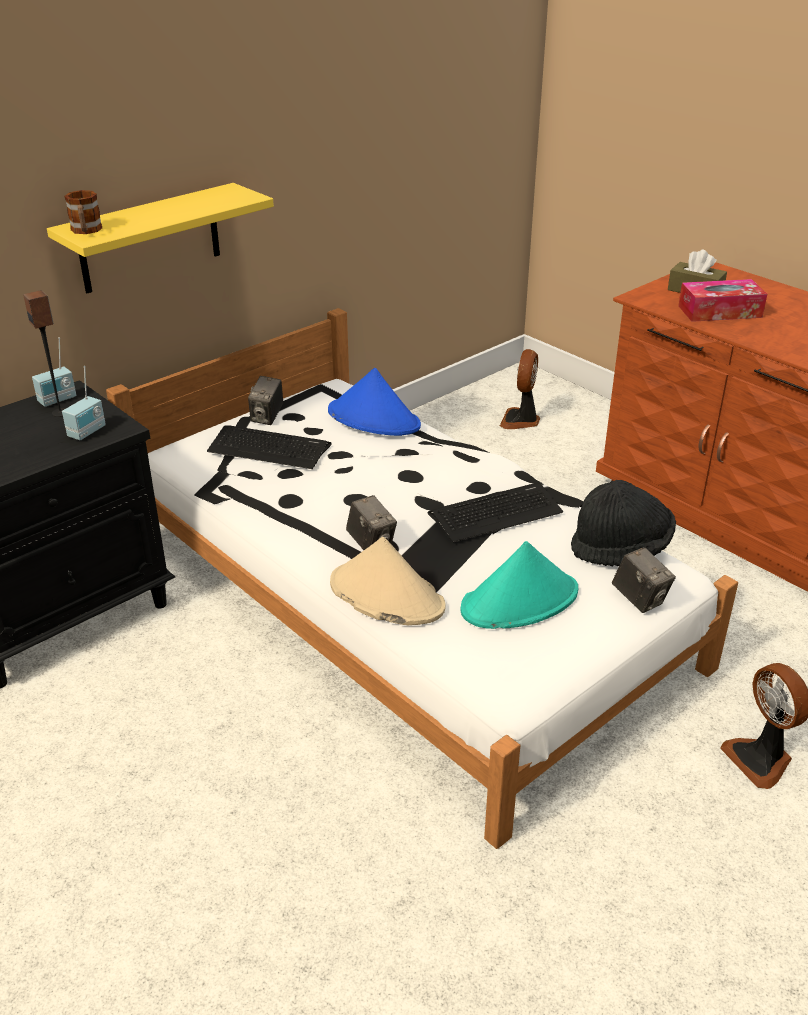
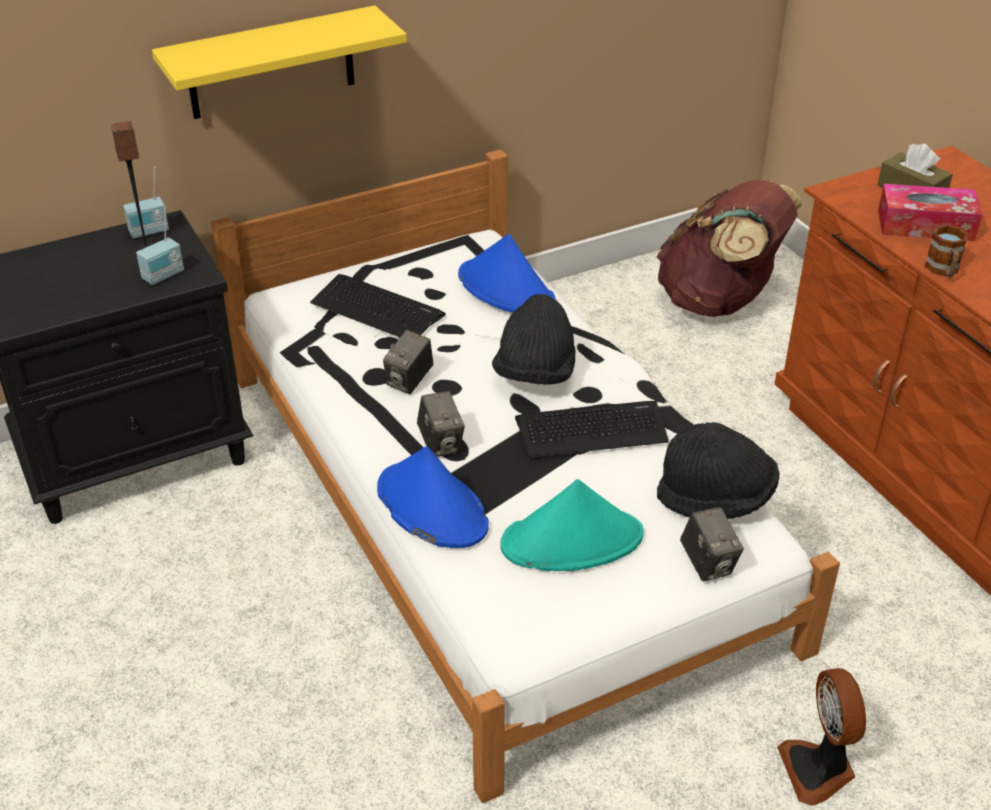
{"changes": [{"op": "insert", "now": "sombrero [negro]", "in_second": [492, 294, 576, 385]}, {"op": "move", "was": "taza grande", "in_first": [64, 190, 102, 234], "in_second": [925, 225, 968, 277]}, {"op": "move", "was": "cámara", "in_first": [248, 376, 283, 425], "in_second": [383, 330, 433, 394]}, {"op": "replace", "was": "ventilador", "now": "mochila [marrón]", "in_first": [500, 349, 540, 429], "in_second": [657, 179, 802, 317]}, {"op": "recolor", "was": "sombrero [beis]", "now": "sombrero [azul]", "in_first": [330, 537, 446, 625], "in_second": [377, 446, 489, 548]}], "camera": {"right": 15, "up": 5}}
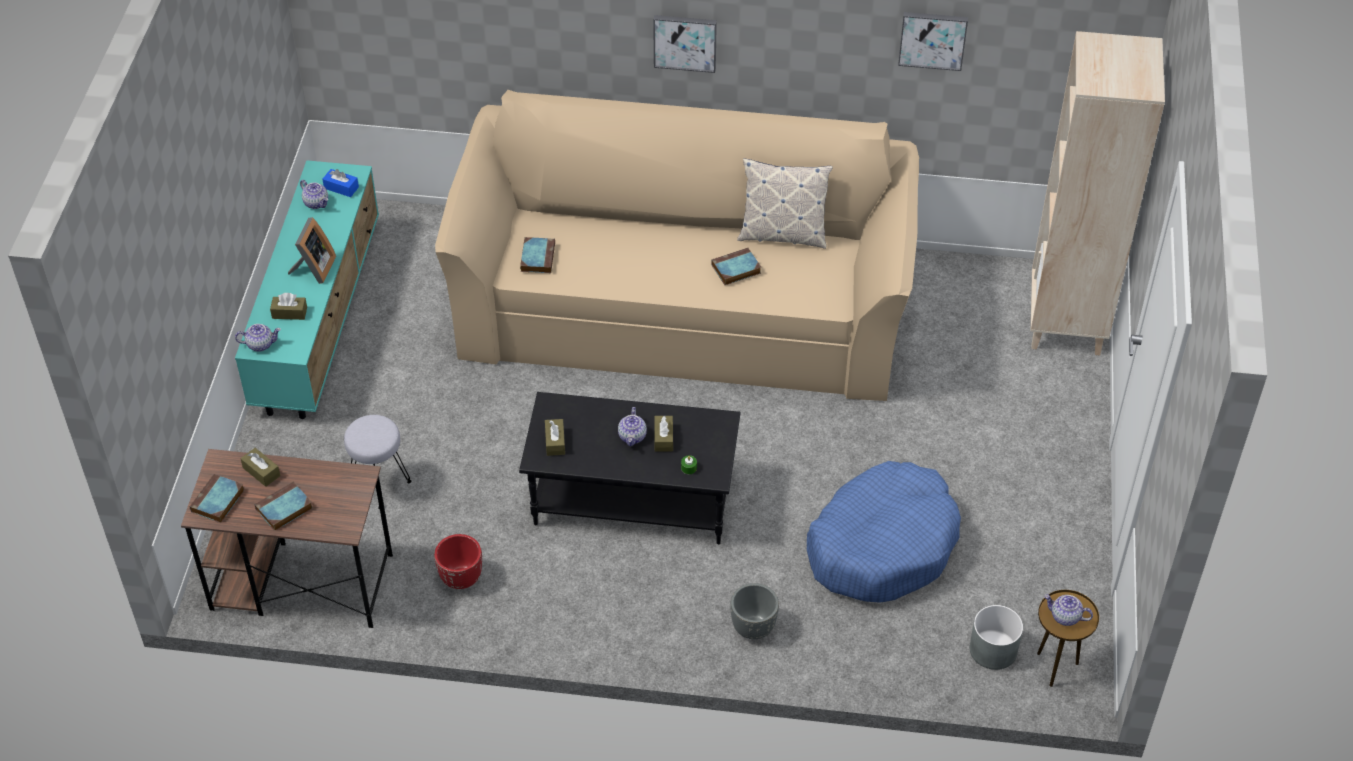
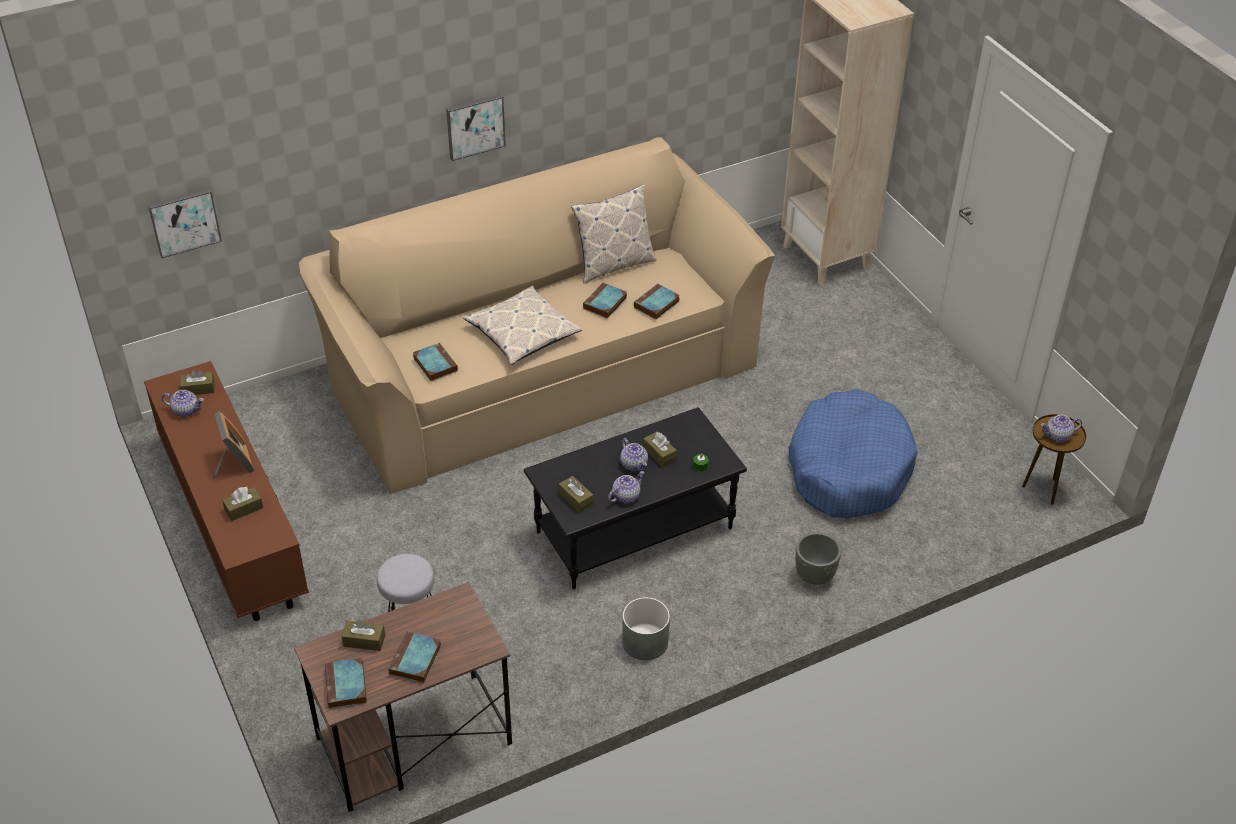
{"changes": [{"op": "delete", "was": "maceta [rojo]", "in_first": [434, 534, 482, 589]}, {"op": "insert", "now": "cojín", "in_second": [463, 286, 582, 365]}, {"op": "insert", "now": "libro", "in_second": [634, 284, 679, 320]}, {"op": "move", "was": "tetera", "in_first": [235, 324, 281, 352], "in_second": [608, 471, 645, 503]}, {"op": "move", "was": "cuadro", "in_first": [898, 12, 968, 71], "in_second": [148, 188, 222, 258]}, {"op": "move", "was": "maceta [gris]", "in_first": [970, 605, 1023, 670], "in_second": [622, 597, 670, 660]}, {"op": "recolor", "was": "mueble de televisión [turquesa]", "now": "mueble de televisión [marrón]", "in_first": [235, 160, 379, 419], "in_second": [144, 361, 309, 621]}, {"op": "recolor", "was": "caja de pañuelos [azul]", "now": "caja de pañuelos [marrón]", "in_first": [322, 169, 359, 197], "in_second": [180, 370, 215, 395]}], "camera": {"right": -35, "up": -5}}
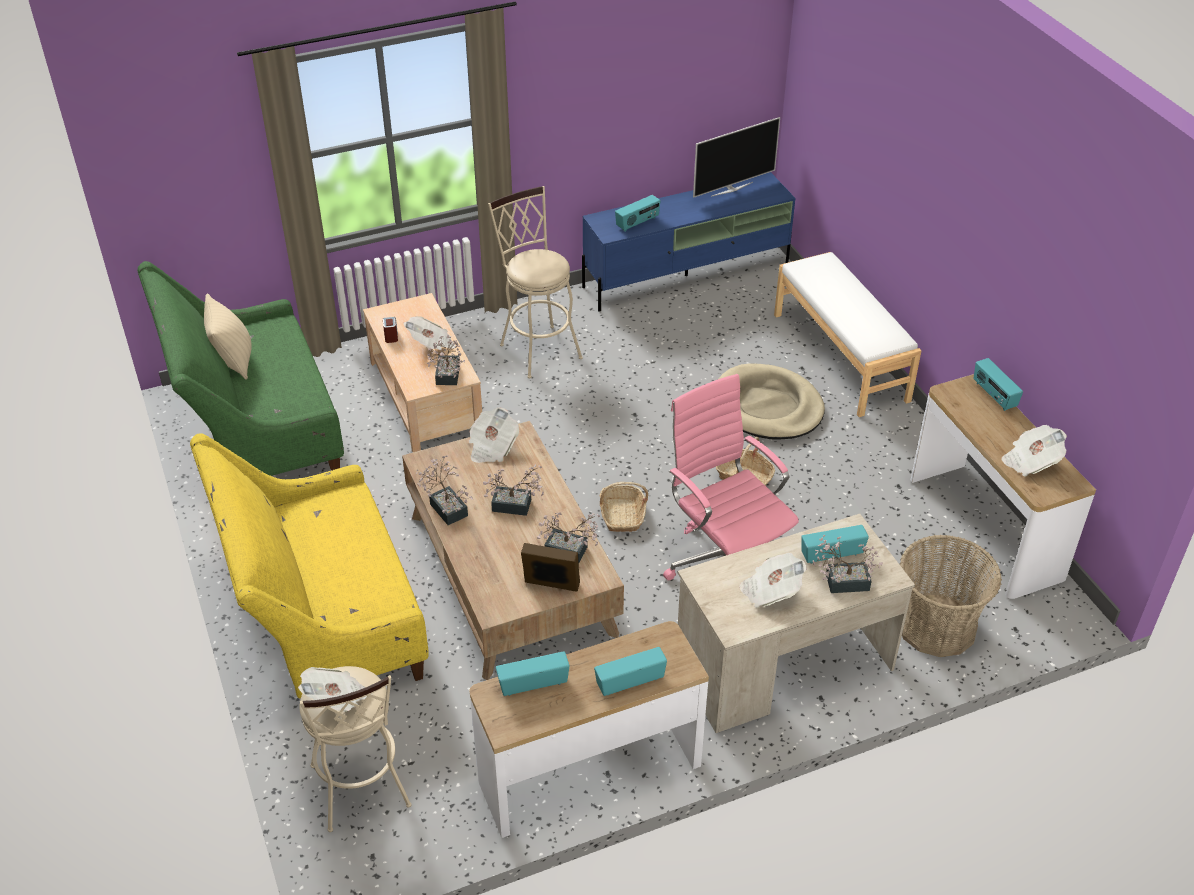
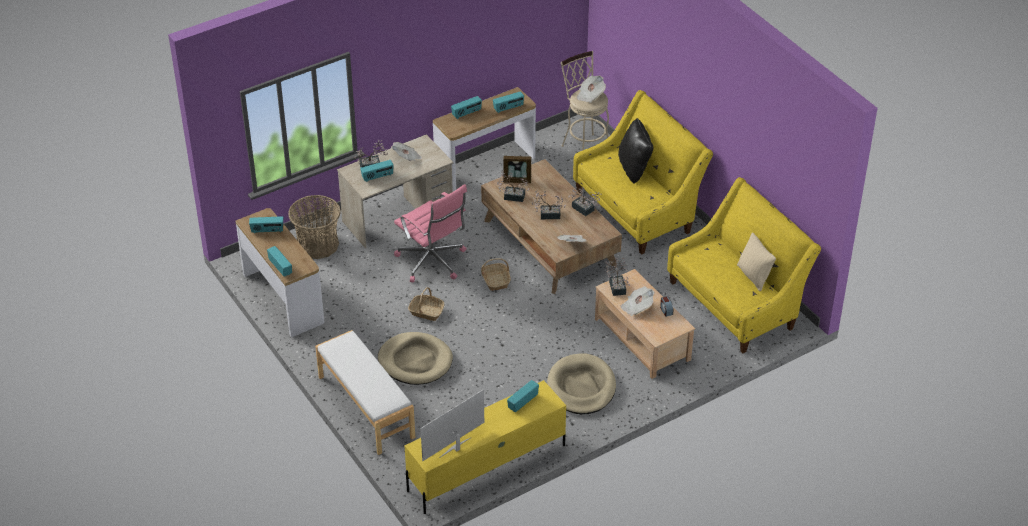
{"changes": [{"op": "insert", "now": "cojín [negro]", "in_second": [618, 118, 653, 184]}, {"op": "replace", "was": "taburete [beis]", "now": "cama para perro [beis]", "in_first": [488, 186, 583, 378], "in_second": [547, 354, 616, 414]}, {"op": "replace", "was": "periódico", "now": "radio", "in_first": [1002, 425, 1067, 477], "in_second": [249, 216, 283, 233]}, {"op": "recolor", "was": "sofá [verde]", "now": "sofá [amarillo]", "in_first": [137, 261, 344, 476], "in_second": [667, 177, 821, 353]}, {"op": "recolor", "was": "mueble de televisión [azul]", "now": "mueble de televisión [amarillo]", "in_first": [582, 172, 795, 312], "in_second": [404, 380, 566, 514]}], "camera": {"right": 170, "up": 0}}
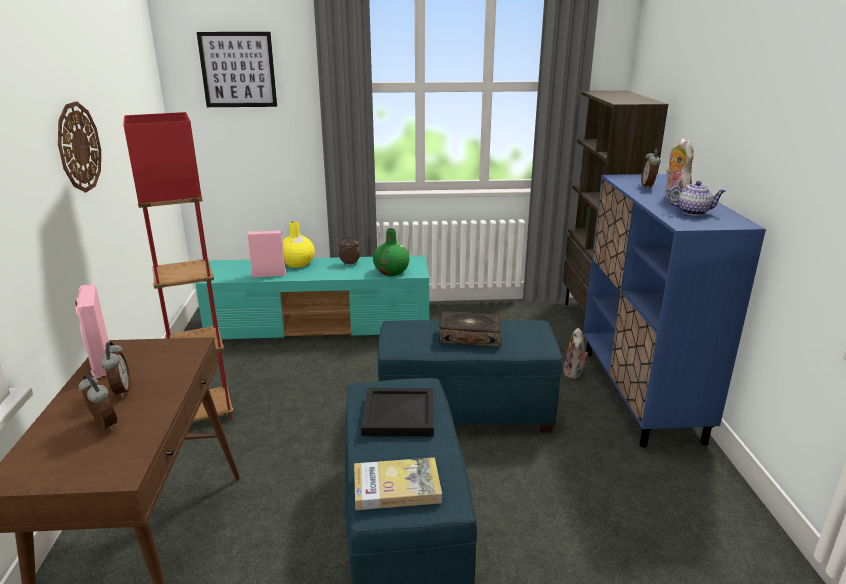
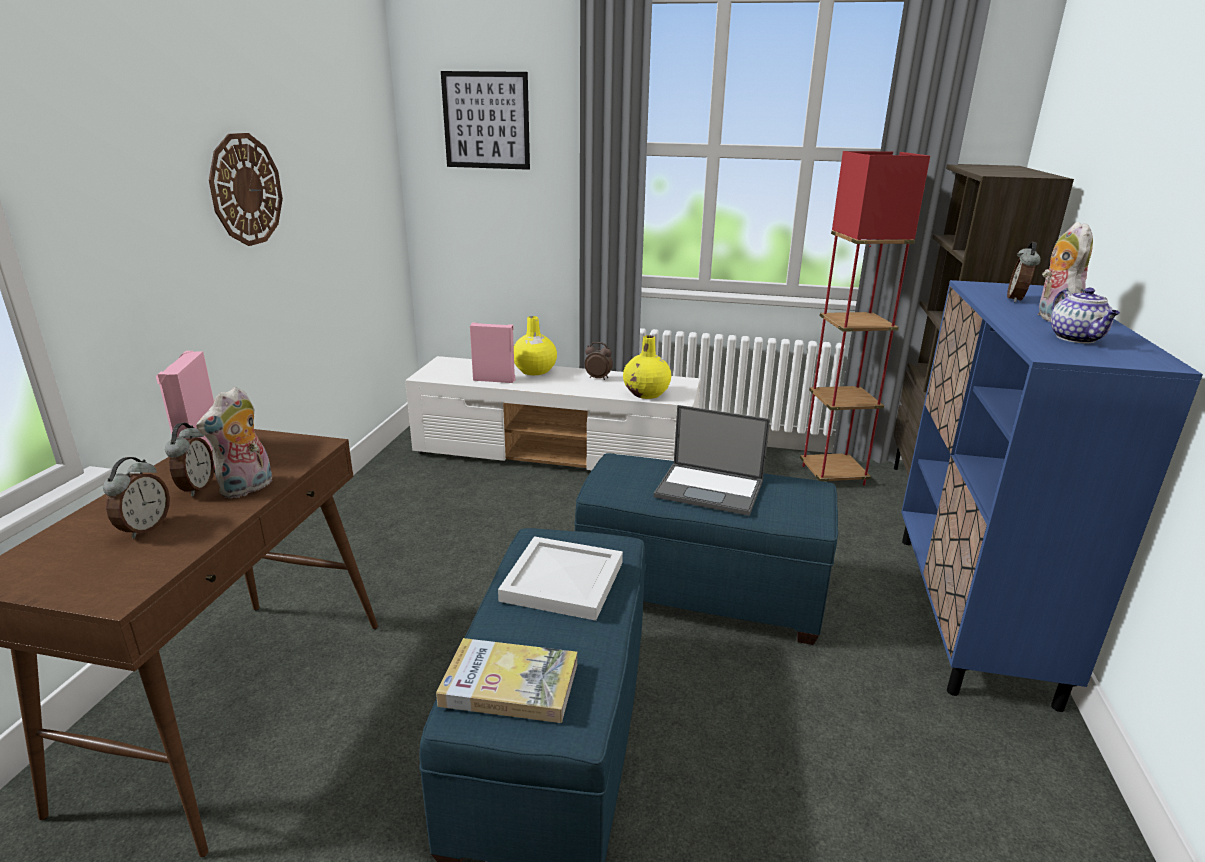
{"changes": [{"op": "move", "was": "lámpara de pie [rojo]", "in_first": [123, 112, 234, 422], "in_second": [800, 151, 930, 486]}, {"op": "move", "was": "peluche", "in_first": [563, 328, 588, 379], "in_second": [196, 387, 272, 499]}, {"op": "replace", "was": "libro", "now": "portátil", "in_first": [439, 311, 501, 347], "in_second": [654, 405, 770, 516]}, {"op": "recolor", "was": "mueble de televisión [turquesa]", "now": "mueble de televisión [blanco]", "in_first": [196, 256, 429, 339], "in_second": [405, 356, 700, 470]}, {"op": "recolor", "was": "bandeja [negro]", "now": "bandeja [blanco]", "in_first": [361, 388, 434, 437], "in_second": [498, 536, 623, 621]}, {"op": "recolor", "was": "florero [verde]", "now": "florero [amarillo]", "in_first": [373, 228, 410, 276], "in_second": [623, 335, 671, 399]}, {"op": "rotate", "was": "despertador", "in_first": [78, 374, 117, 430], "in_second": [103, 457, 170, 539], "clockwise": 45}, {"op": "rotate", "was": "tetera", "in_first": [667, 181, 725, 215], "in_second": [1051, 288, 1120, 343], "clockwise": 60}], "camera": {"right": 15, "up": 0}}
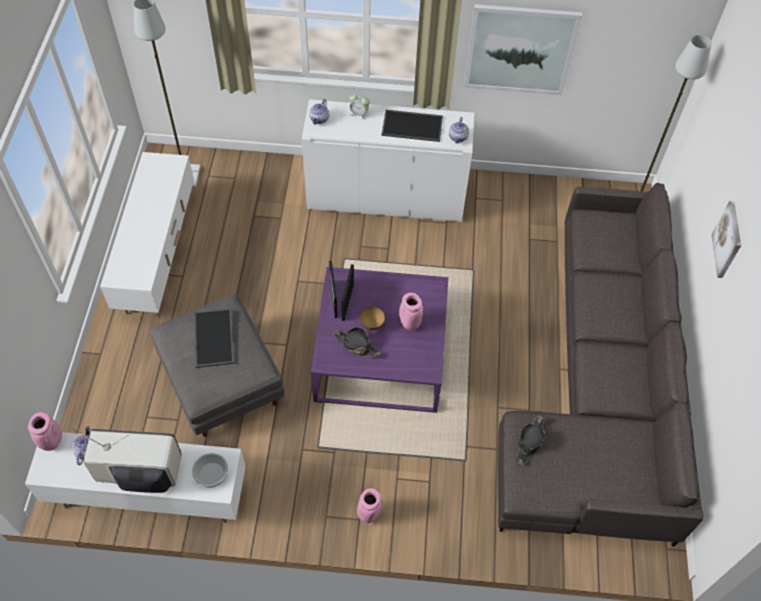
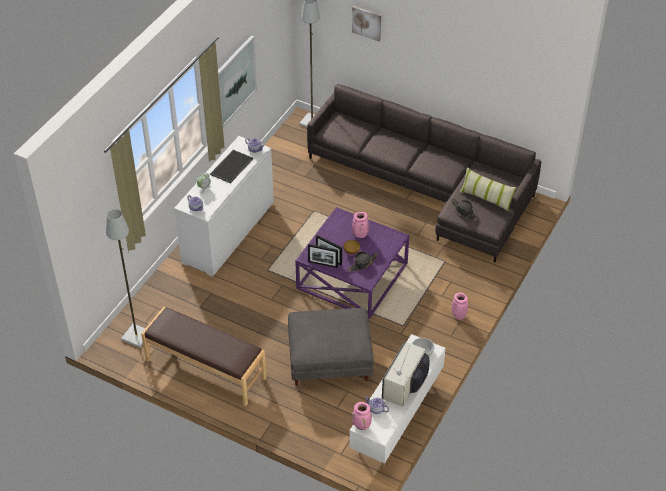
{"changes": [{"op": "delete", "was": "bandeja", "in_first": [194, 308, 235, 368]}, {"op": "insert", "now": "cojín", "in_second": [460, 167, 517, 212]}, {"op": "move", "was": "cuadro", "in_first": [712, 201, 741, 278], "in_second": [352, 6, 381, 41]}, {"op": "replace", "was": "mueble de televisión [blanco]", "now": "banco [marrón]", "in_first": [100, 152, 194, 317], "in_second": [141, 307, 266, 406]}], "camera": {"right": -65, "up": -10}}
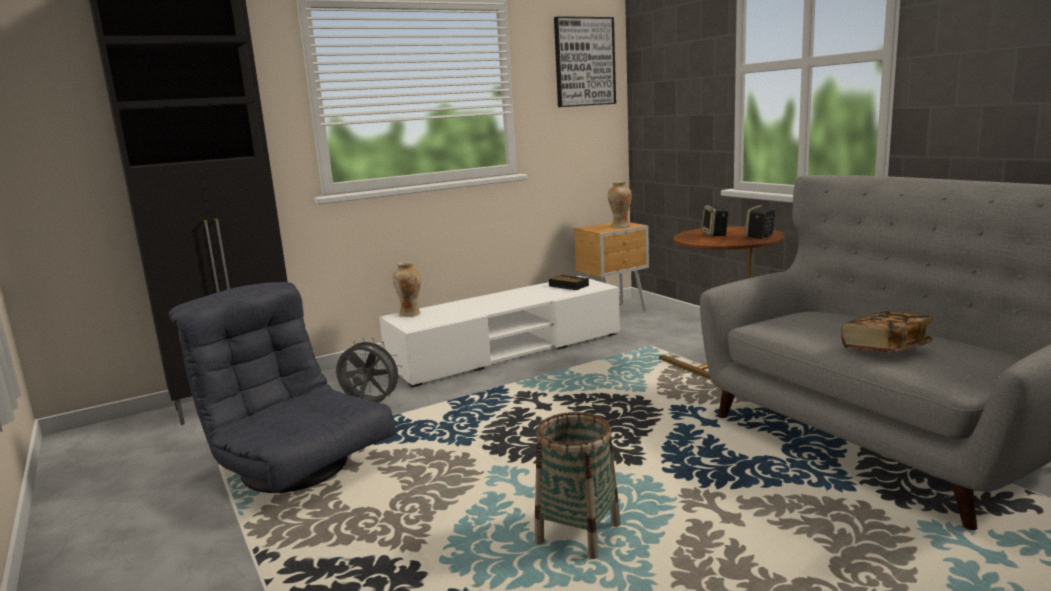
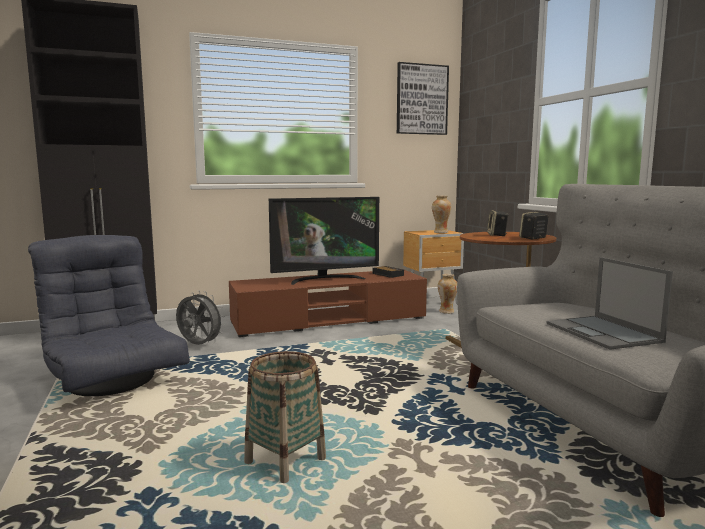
{"changes": [{"op": "insert", "now": "televisor", "in_second": [269, 197, 379, 285]}, {"op": "move", "was": "florero", "in_first": [393, 261, 421, 317], "in_second": [438, 274, 457, 314]}, {"op": "replace", "was": "libro", "now": "portátil", "in_first": [841, 311, 933, 353], "in_second": [546, 257, 673, 350]}, {"op": "recolor", "was": "mueble de televisión [blanco]", "now": "mueble de televisión [marrón]", "in_first": [379, 276, 620, 387], "in_second": [229, 269, 427, 337]}], "camera": {"right": 10, "up": -5}}
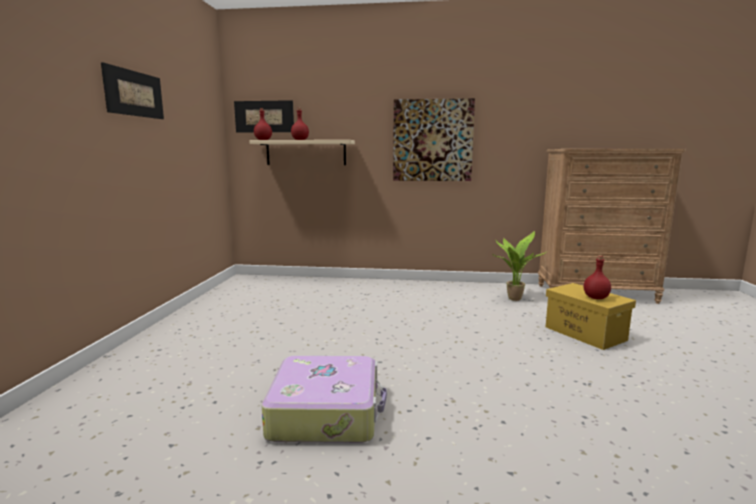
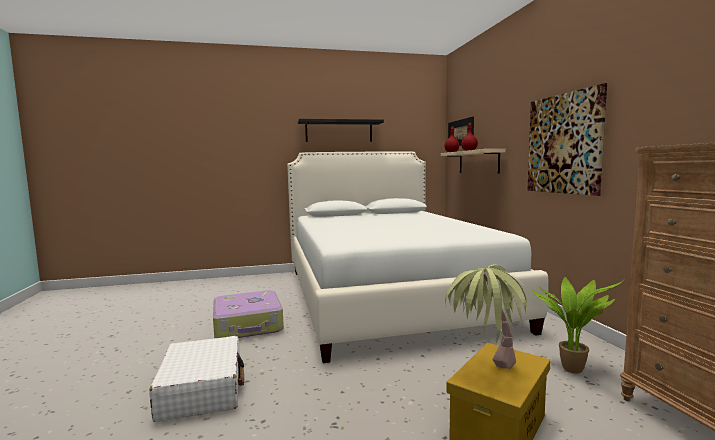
{"changes": [{"op": "insert", "now": "maleta [blanco]", "in_second": [149, 336, 244, 422]}, {"op": "insert", "now": "cama [blanco]", "in_second": [287, 151, 549, 363]}, {"op": "replace", "was": "cuadro", "now": "estante [negro]", "in_first": [101, 62, 164, 119], "in_second": [297, 119, 384, 142]}, {"op": "replace", "was": "botella [rojo]", "now": "planta en maceta", "in_first": [584, 255, 611, 299], "in_second": [445, 265, 534, 369]}], "camera": {"right": 70, "up": -5}}
